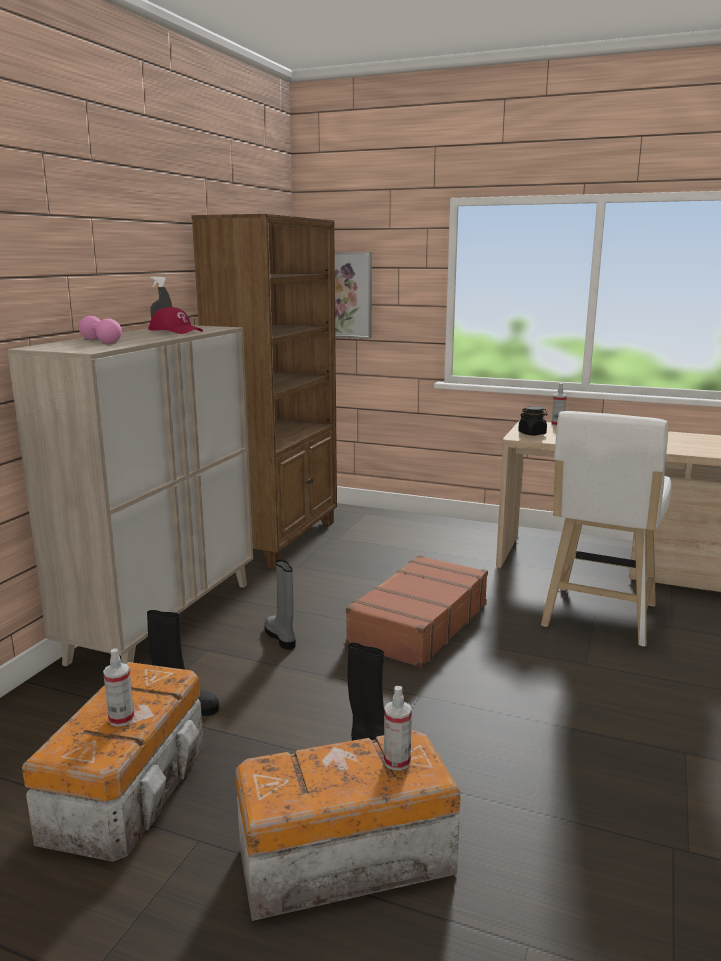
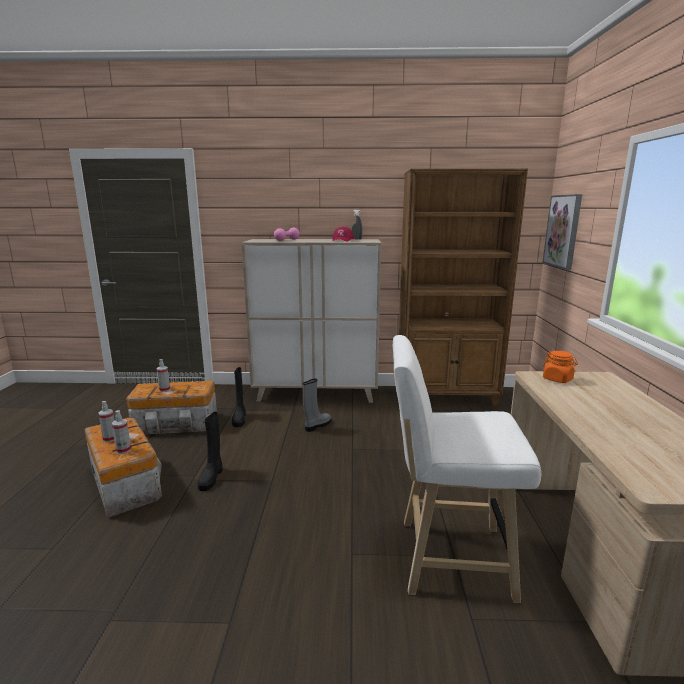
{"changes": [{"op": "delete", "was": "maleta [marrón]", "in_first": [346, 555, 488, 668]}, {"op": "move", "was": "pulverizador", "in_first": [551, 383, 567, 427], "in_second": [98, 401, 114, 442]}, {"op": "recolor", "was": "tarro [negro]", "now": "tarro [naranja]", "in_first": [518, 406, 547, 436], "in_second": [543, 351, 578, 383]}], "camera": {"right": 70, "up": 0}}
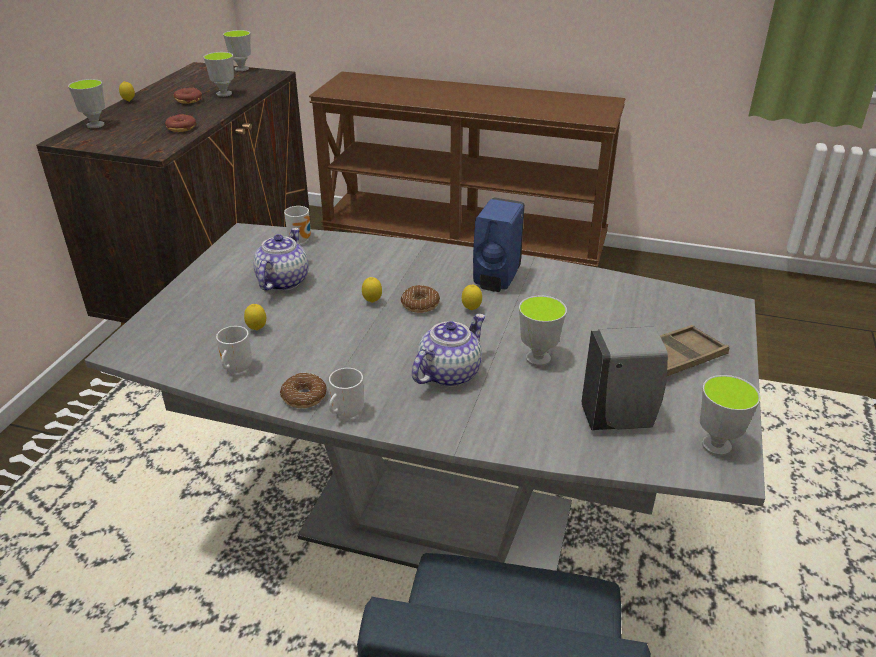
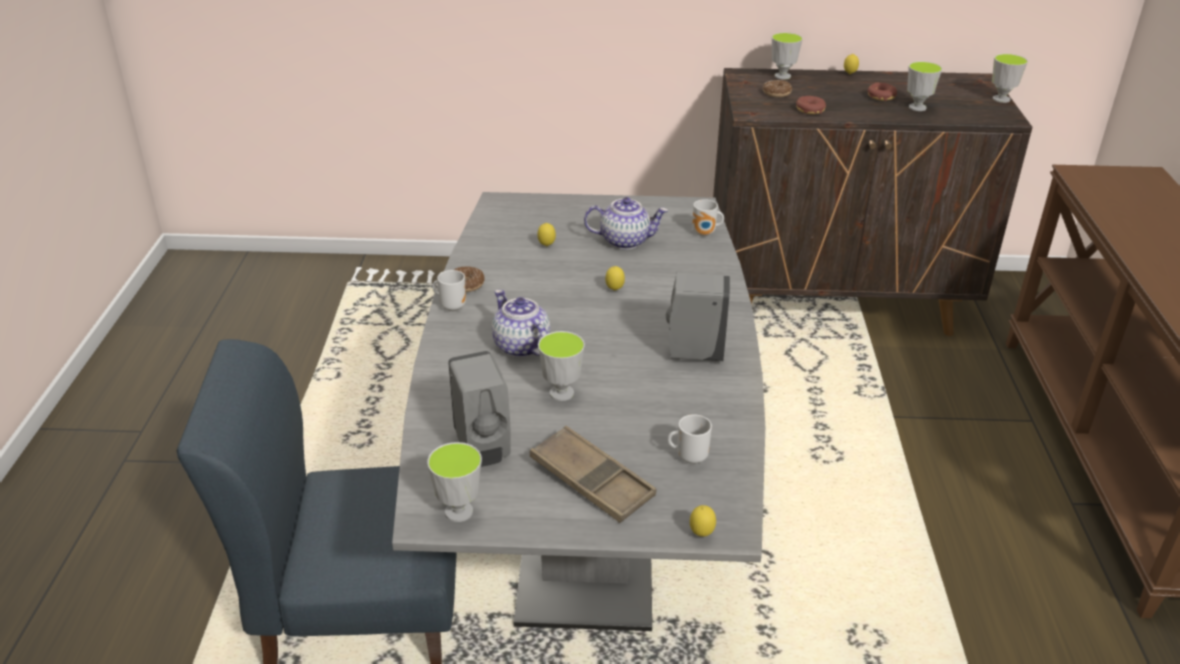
{"changes": [{"op": "move", "was": "taza grande", "in_first": [216, 326, 252, 373], "in_second": [668, 414, 712, 464]}, {"op": "move", "was": "rosquilla", "in_first": [401, 285, 440, 313], "in_second": [763, 80, 792, 97]}, {"op": "move", "was": "limón", "in_first": [462, 284, 482, 310], "in_second": [690, 505, 716, 537]}, {"op": "recolor", "was": "dispensador de jabón [azul]", "now": "dispensador de jabón [gris]", "in_first": [473, 197, 525, 292], "in_second": [666, 272, 730, 361]}, {"op": "rotate", "was": "tetera", "in_first": [412, 314, 485, 387], "in_second": [492, 289, 550, 358], "clockwise": -150}], "camera": {"right": 75, "up": 0}}
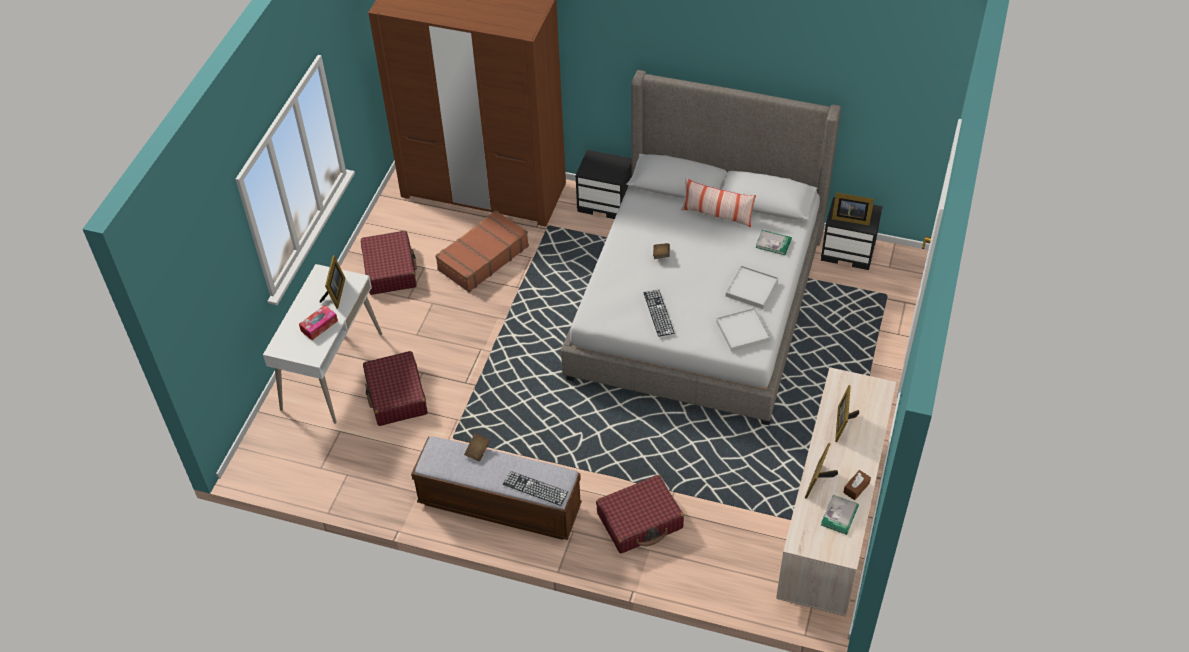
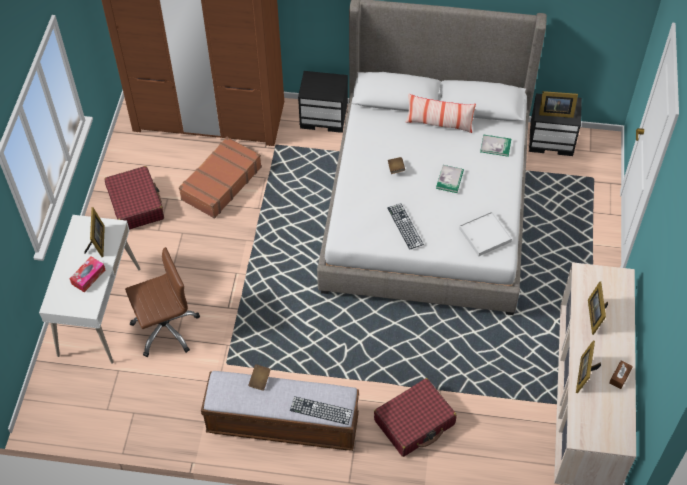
{"changes": [{"op": "delete", "was": "bandeja [blanco]", "in_first": [726, 265, 778, 309]}, {"op": "move", "was": "libro", "in_first": [821, 495, 859, 535], "in_second": [436, 165, 464, 193]}, {"op": "replace", "was": "maleta [rojo]", "now": "silla de oficina [marrón]", "in_first": [363, 351, 428, 426], "in_second": [125, 247, 200, 357]}], "camera": {"right": -10, "up": 5}}
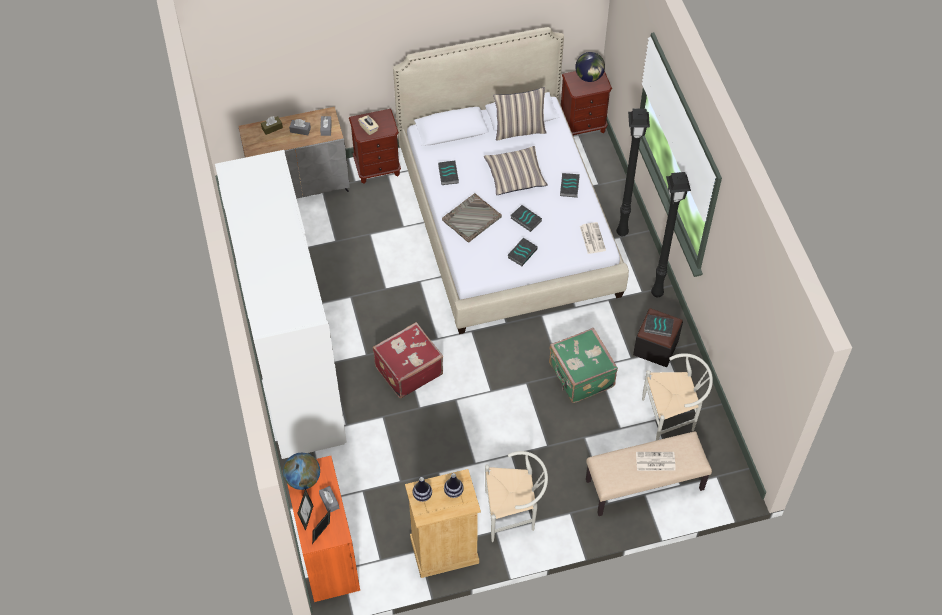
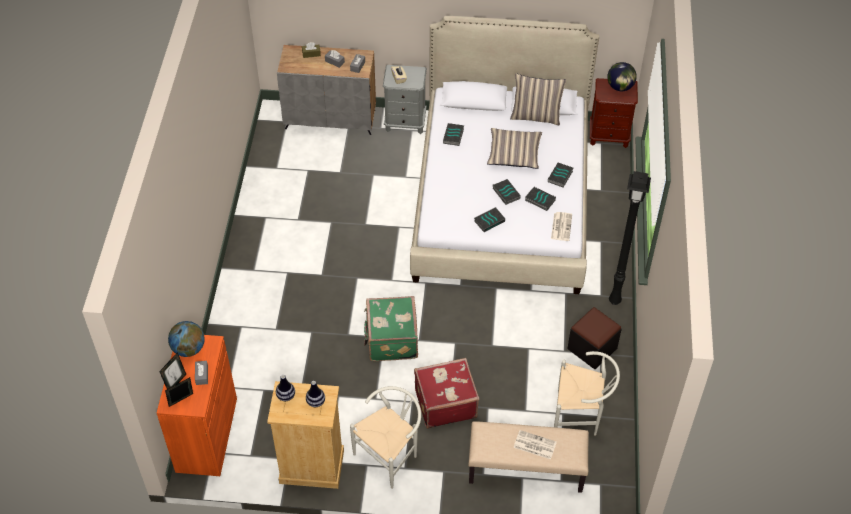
{"changes": [{"op": "delete", "was": "armario ropero [blanco]", "in_first": [215, 150, 347, 459]}, {"op": "delete", "was": "bandeja [gris]", "in_first": [442, 193, 502, 243]}, {"op": "delete", "was": "lámpara de pie [negro]", "in_first": [616, 109, 650, 237]}, {"op": "move", "was": "maleta [rojo]", "in_first": [373, 322, 443, 399], "in_second": [414, 358, 479, 429]}, {"op": "move", "was": "maleta [verde]", "in_first": [549, 328, 618, 403], "in_second": [364, 296, 418, 361]}, {"op": "move", "was": "libro", "in_first": [644, 315, 674, 337], "in_second": [525, 187, 556, 211]}, {"op": "recolor", "was": "mesita de noche [marrón]", "now": "mesita de noche [gris]", "in_first": [349, 109, 401, 184], "in_second": [383, 65, 427, 134]}, {"op": "rotate", "was": "silla [blanco]", "in_first": [485, 451, 548, 542], "in_second": [350, 386, 421, 489], "clockwise": -60}], "camera": {"right": 20, "up": -5}}
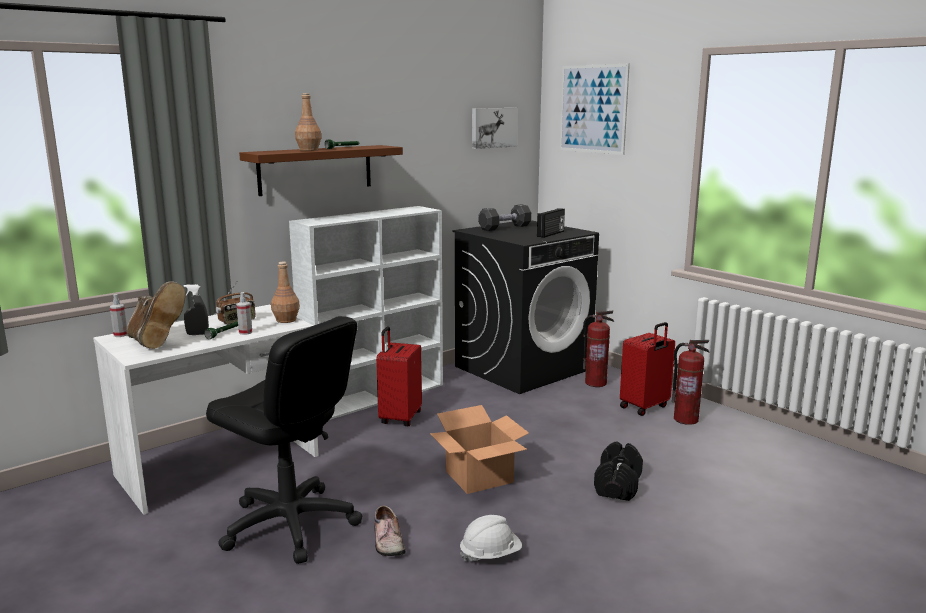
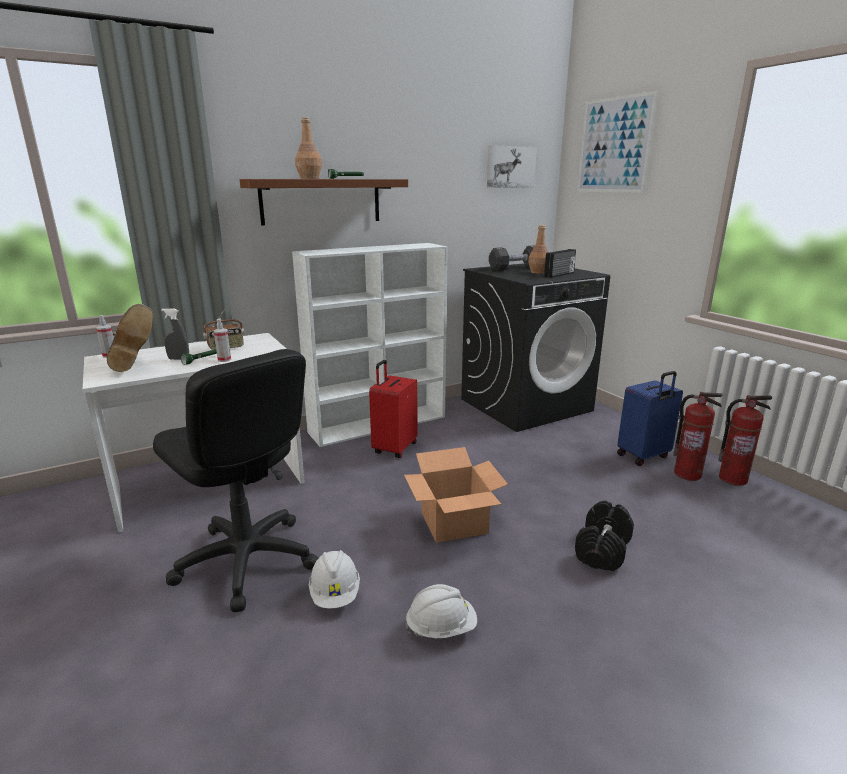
{"changes": [{"op": "move", "was": "botella [marrón]", "in_first": [271, 262, 300, 323], "in_second": [528, 225, 548, 274]}, {"op": "move", "was": "extintor", "in_first": [583, 311, 614, 387], "in_second": [718, 395, 772, 486]}, {"op": "replace", "was": "zapato", "now": "casco [blanco]", "in_first": [374, 506, 406, 556], "in_second": [309, 550, 360, 609]}, {"op": "recolor", "was": "maleta [rojo]", "now": "maleta [azul]", "in_first": [620, 322, 675, 416], "in_second": [617, 371, 683, 466]}], "camera": {"right": 10, "up": 5}}
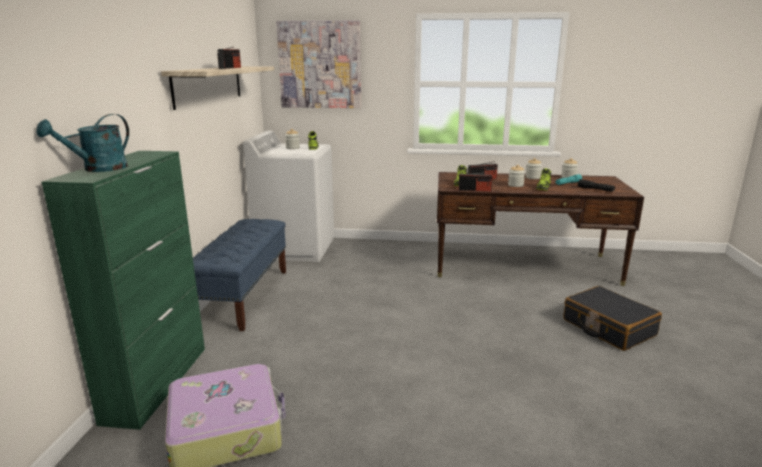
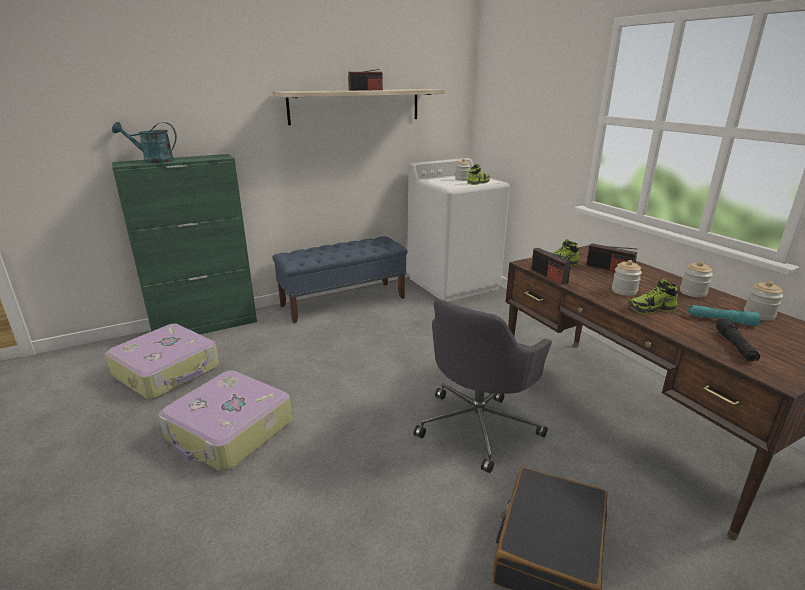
{"changes": [{"op": "delete", "was": "cuadro", "in_first": [276, 20, 361, 108]}, {"op": "insert", "now": "maleta", "in_second": [159, 370, 292, 472]}, {"op": "insert", "now": "silla de oficina [gris]", "in_second": [414, 299, 552, 473]}], "camera": {"right": 55, "up": 5}}
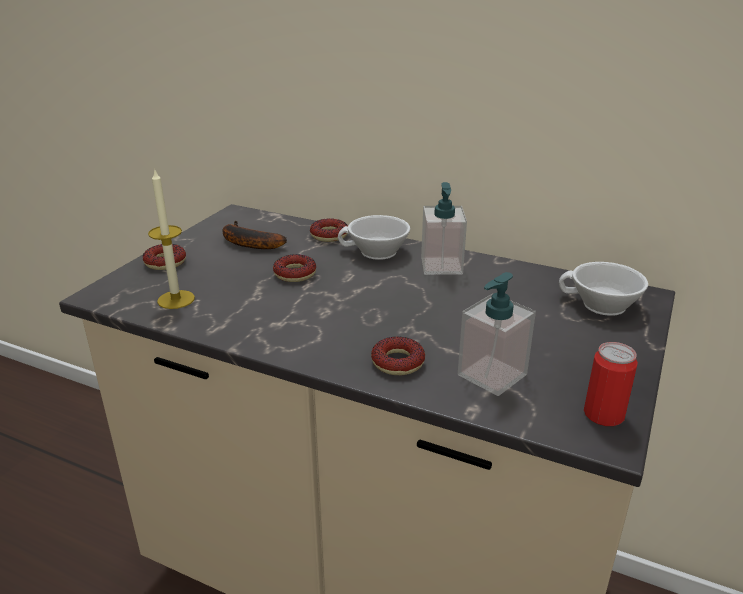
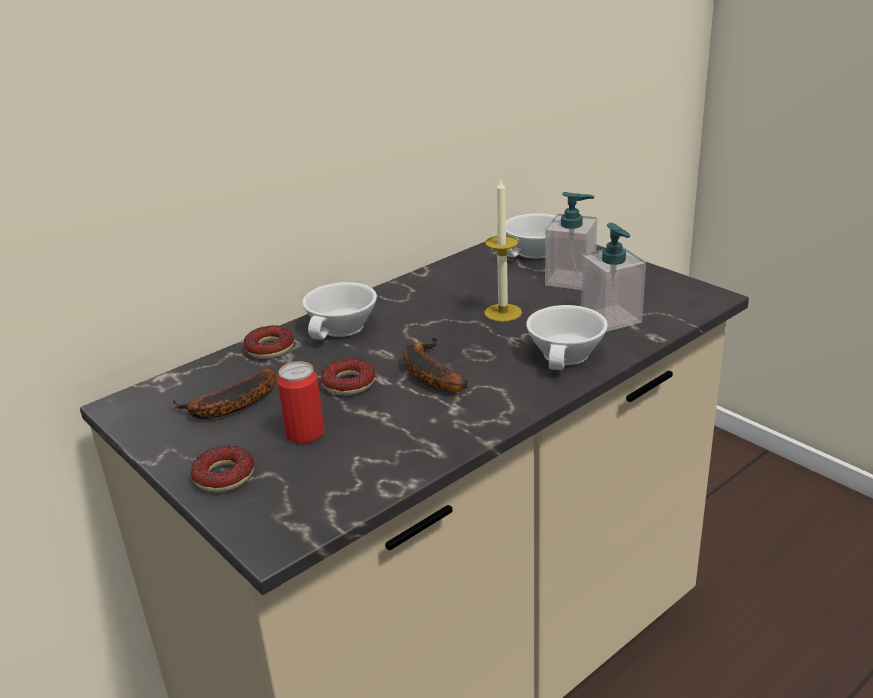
{"changes": [{"op": "insert", "now": "plátano", "in_second": [403, 337, 468, 392]}, {"op": "move", "was": "vela", "in_first": [148, 168, 195, 309], "in_second": [484, 177, 522, 322]}, {"op": "move", "was": "dispensador de jabón", "in_first": [421, 182, 467, 275], "in_second": [545, 192, 597, 290]}, {"op": "move", "was": "lata", "in_first": [584, 342, 638, 426], "in_second": [277, 361, 325, 444]}, {"op": "replace", "was": "rosquilla", "now": "taza [blanco]", "in_first": [371, 337, 425, 375], "in_second": [526, 305, 608, 370]}], "camera": {"right": -65, "up": 0}}
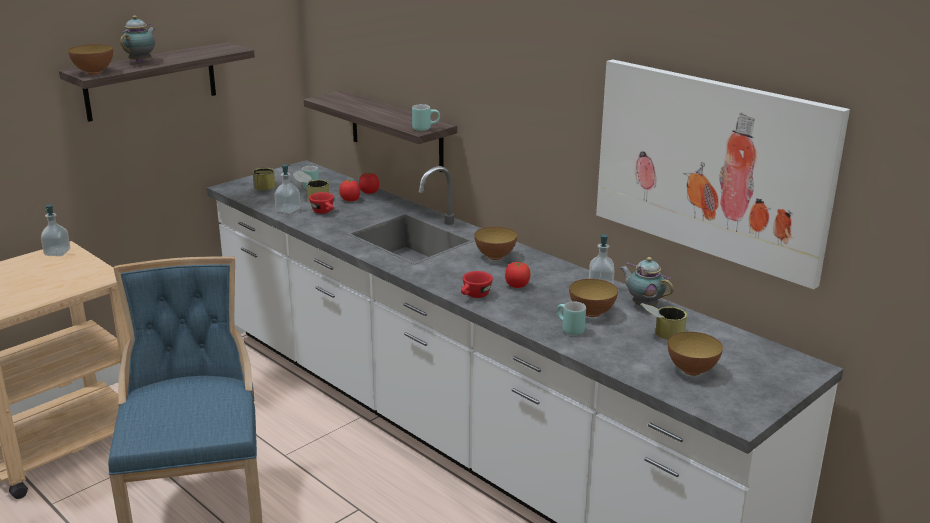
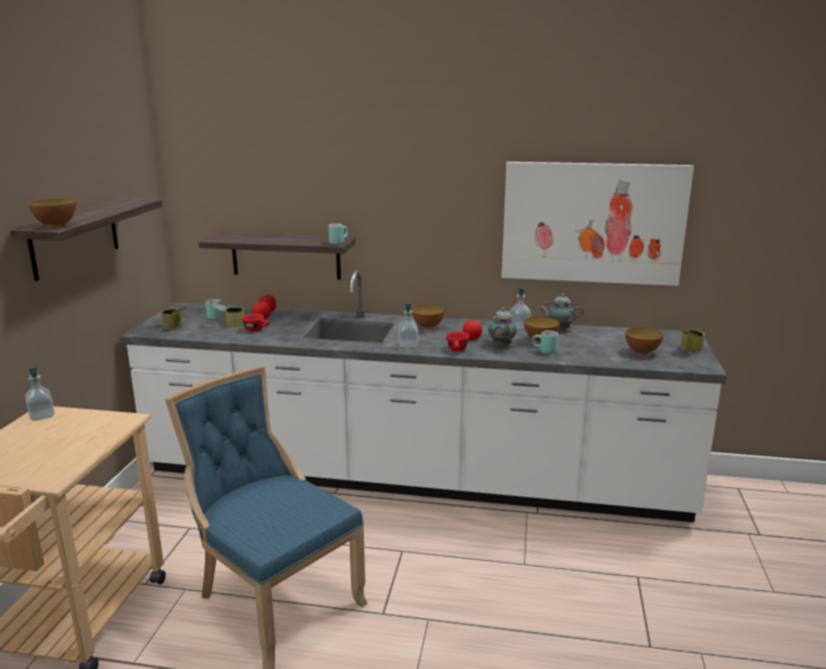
{"changes": [{"op": "move", "was": "tetera", "in_first": [120, 15, 155, 63], "in_second": [488, 308, 517, 347]}, {"op": "move", "was": "dispensador de jabón", "in_first": [274, 164, 300, 213], "in_second": [398, 303, 418, 348]}, {"op": "move", "was": "lata", "in_first": [641, 303, 687, 340], "in_second": [679, 329, 705, 352]}], "camera": {"right": -35, "up": -5}}
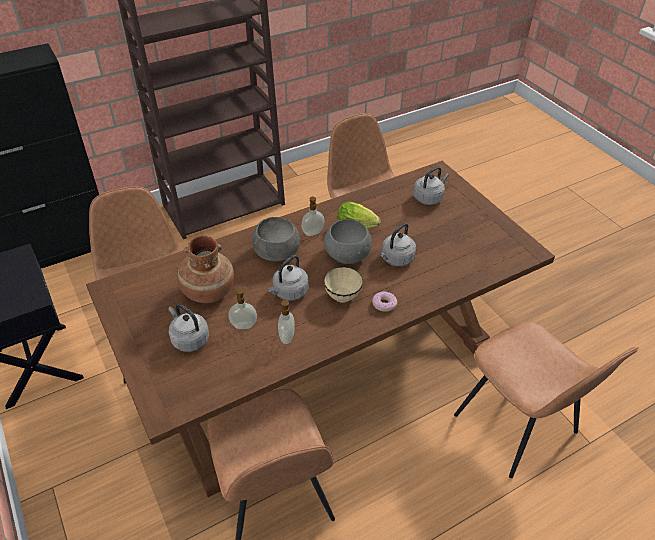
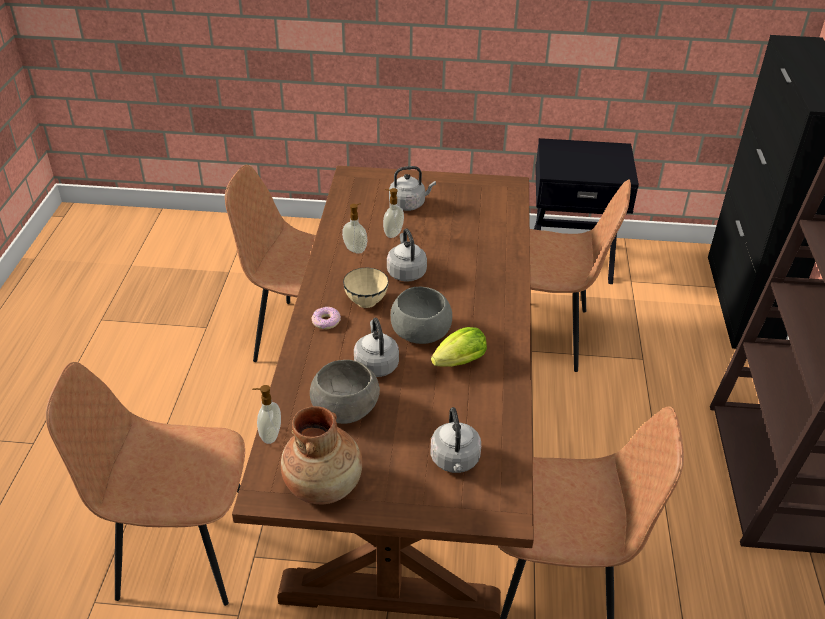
{"changes": [{"op": "move", "was": "florero [marrón]", "in_first": [177, 235, 234, 303], "in_second": [281, 406, 362, 504]}, {"op": "move", "was": "cuenco [gris]", "in_first": [252, 217, 300, 261], "in_second": [310, 360, 380, 424]}, {"op": "move", "was": "dispensador de jabón", "in_first": [301, 197, 324, 236], "in_second": [252, 385, 281, 444]}], "camera": {"right": 125, "up": -5}}
